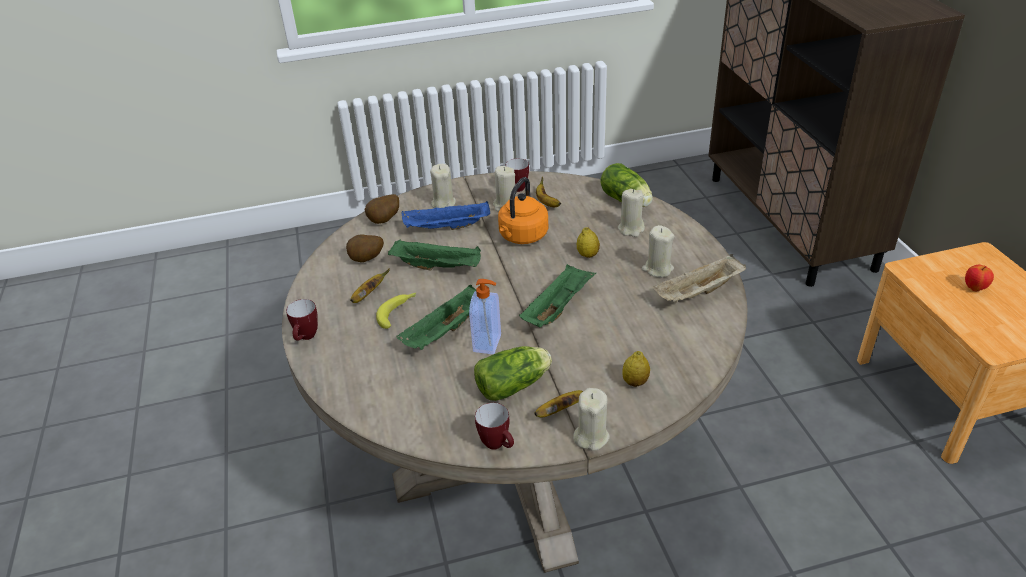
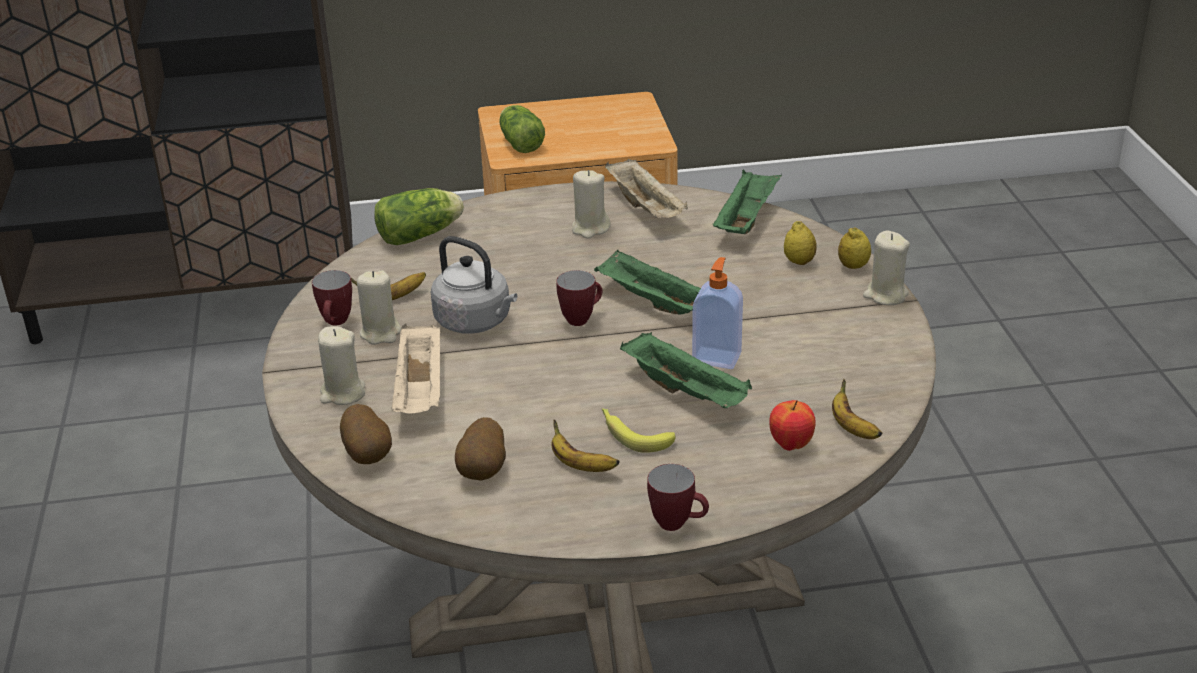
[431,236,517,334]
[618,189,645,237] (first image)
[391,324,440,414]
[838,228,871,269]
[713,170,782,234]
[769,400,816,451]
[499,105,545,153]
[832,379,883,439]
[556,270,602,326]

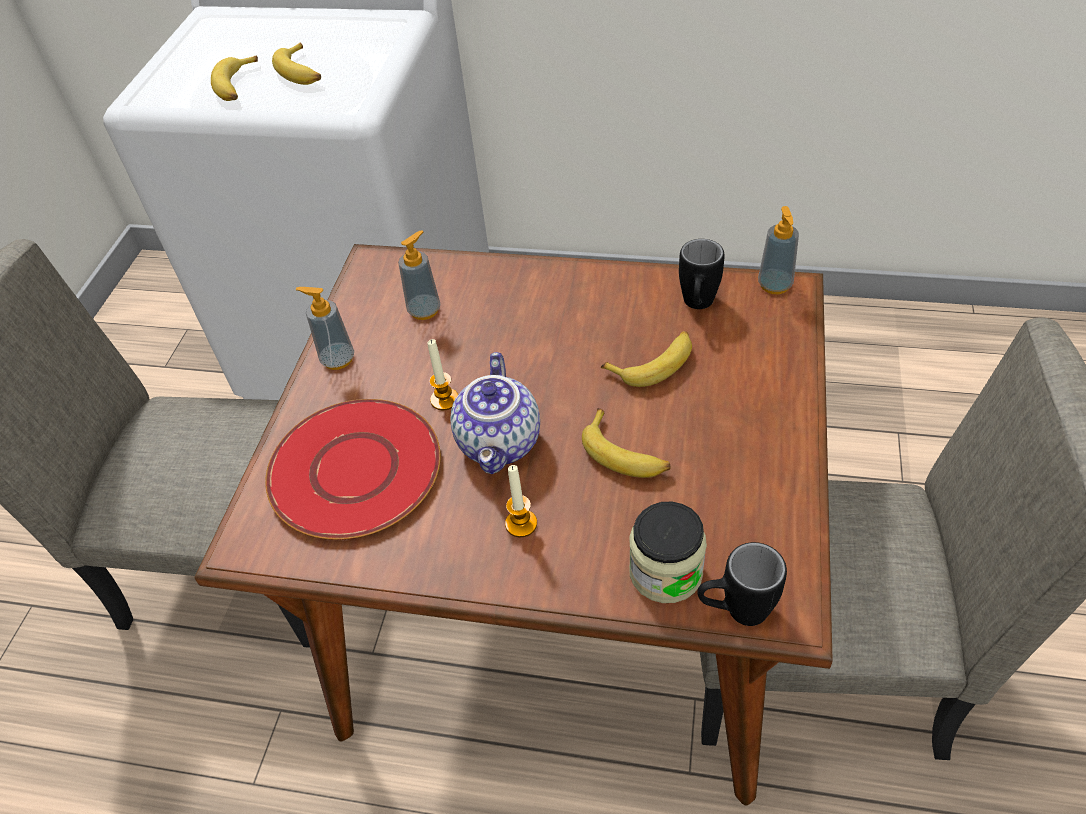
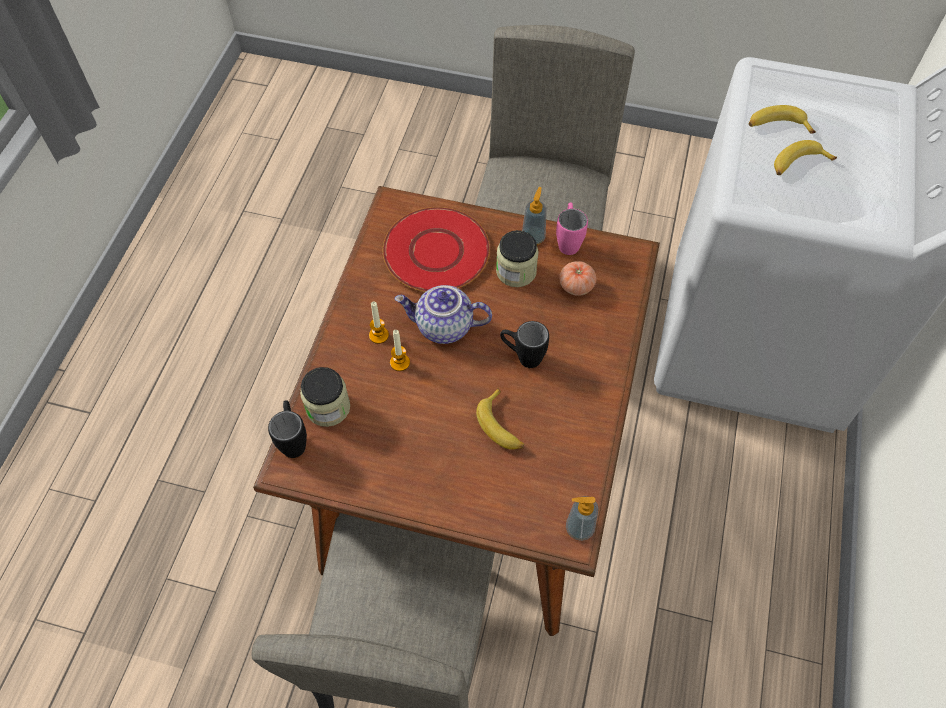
[559,261,596,296]
[500,321,549,368]
[390,330,410,371]
[582,408,671,478] (first image)
[556,202,588,255]
[496,230,539,287]

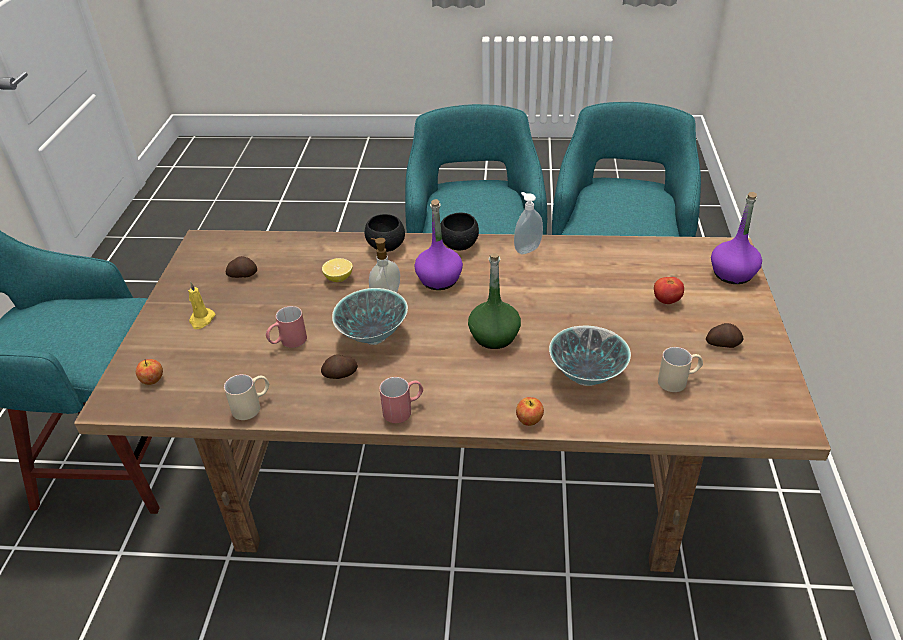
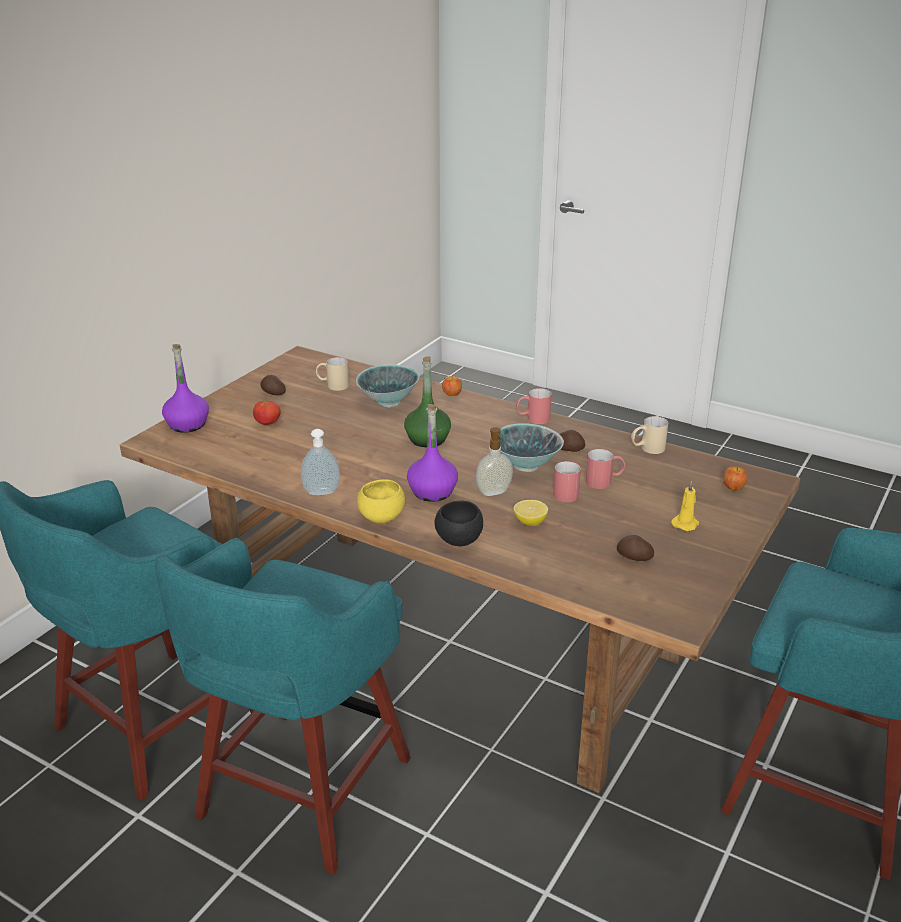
[357,479,405,523]
[553,461,581,502]

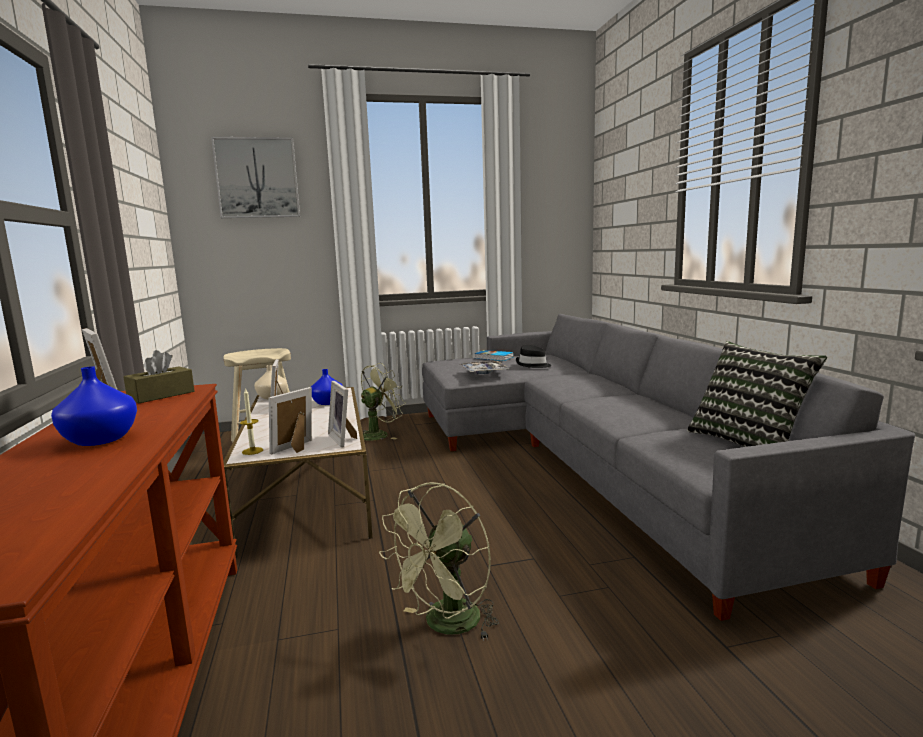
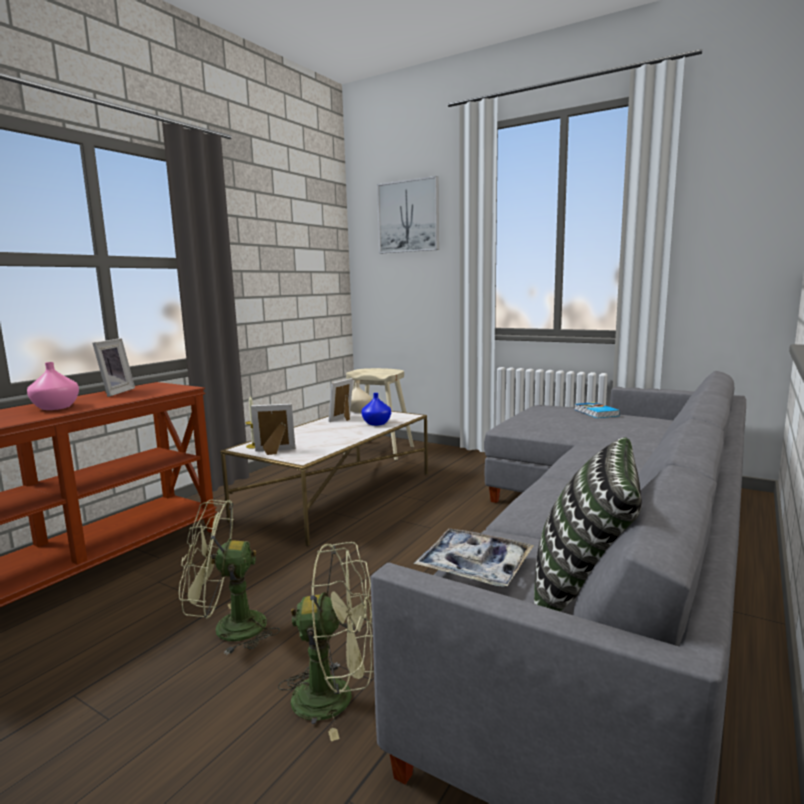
[516,345,551,368] (first image)
[124,350,195,403] (first image)
[414,529,534,587]
[278,542,374,741]
[27,362,79,410]
[328,381,357,447] (first image)

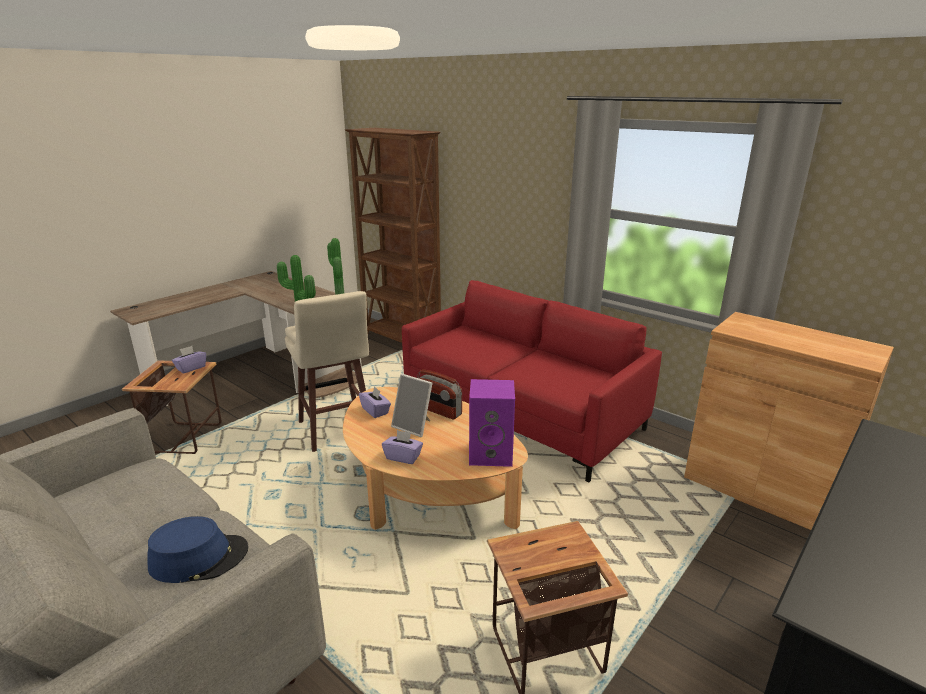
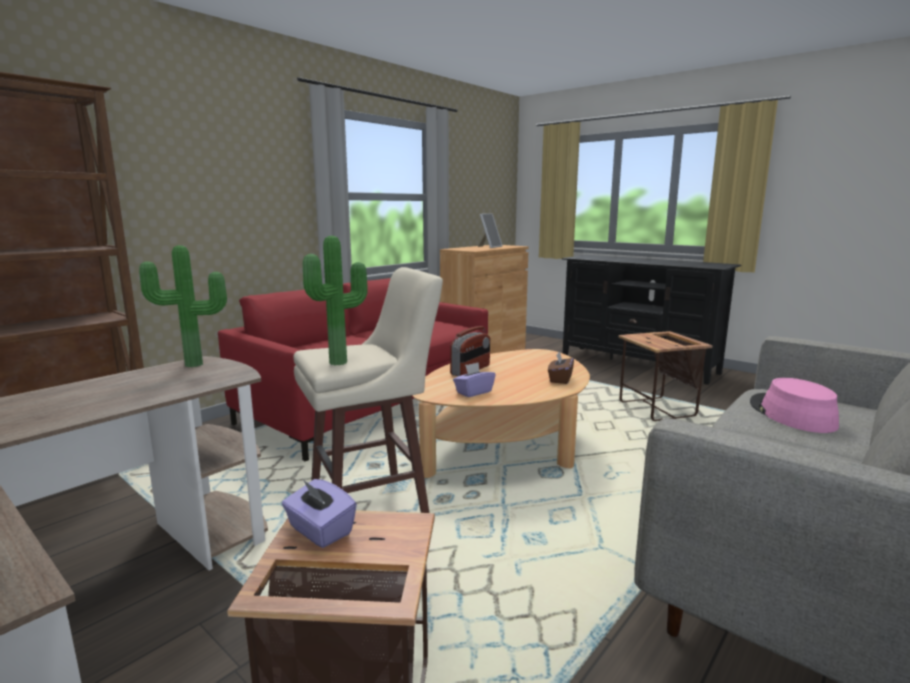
[478,213,503,248]
[469,379,515,467] (first image)
[548,351,574,384]
[750,378,839,433]

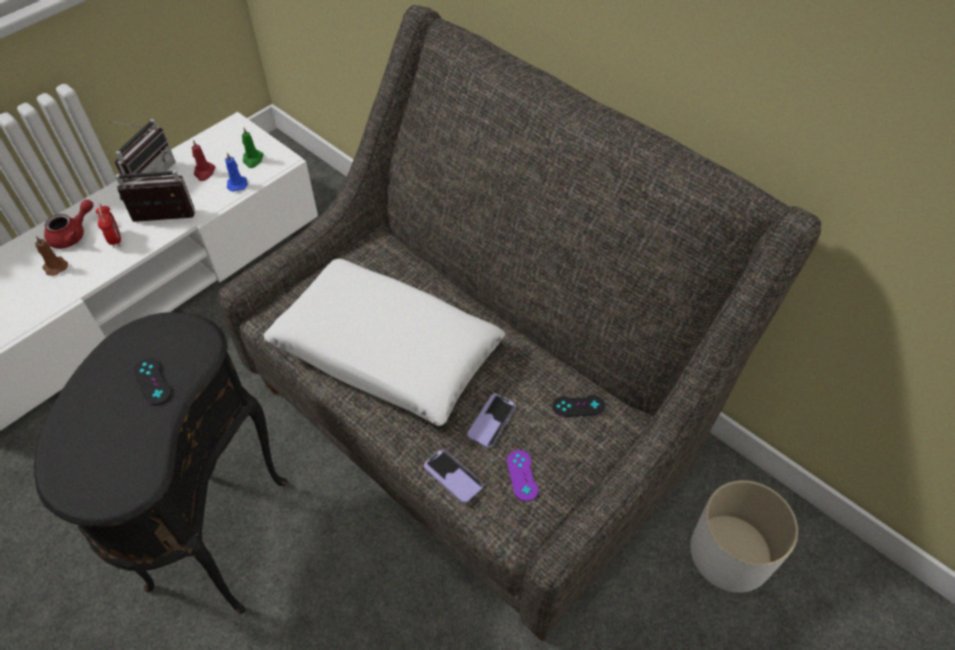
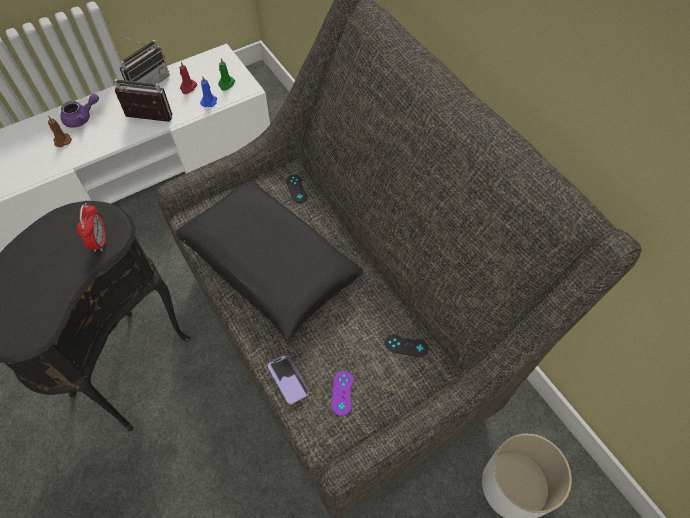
[60,94,99,128]
[77,203,106,252]
[176,181,363,338]
[286,174,308,203]
[467,393,516,448] (first image)

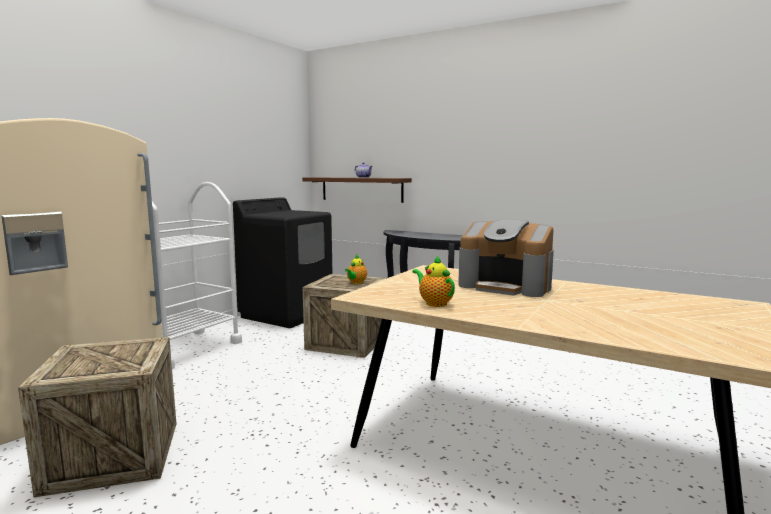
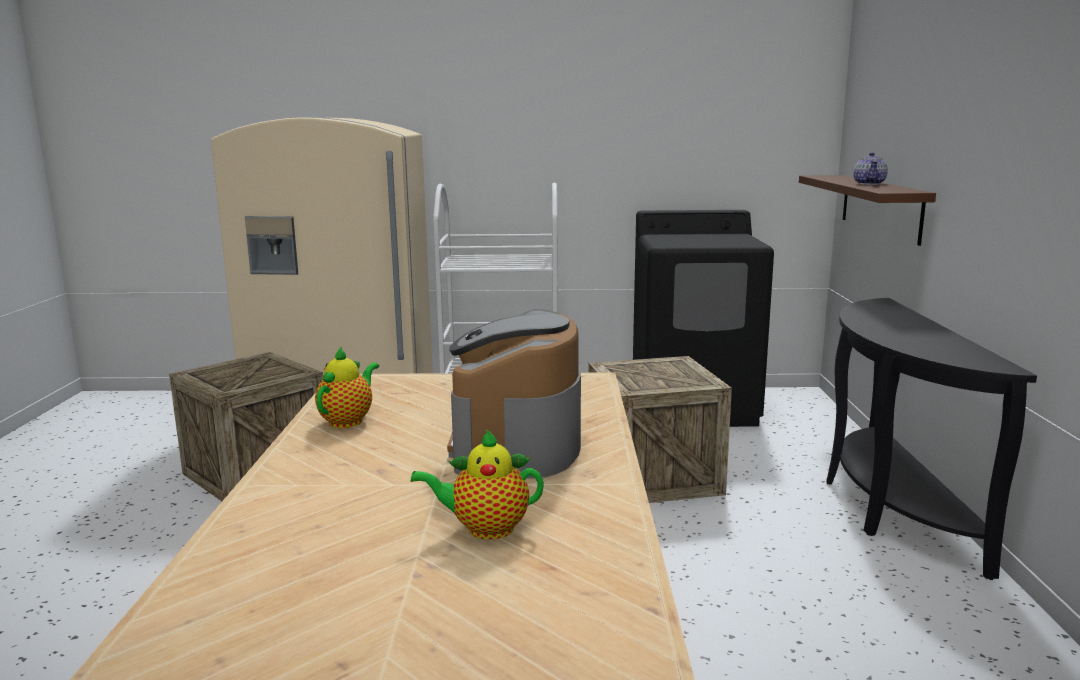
[410,430,544,540]

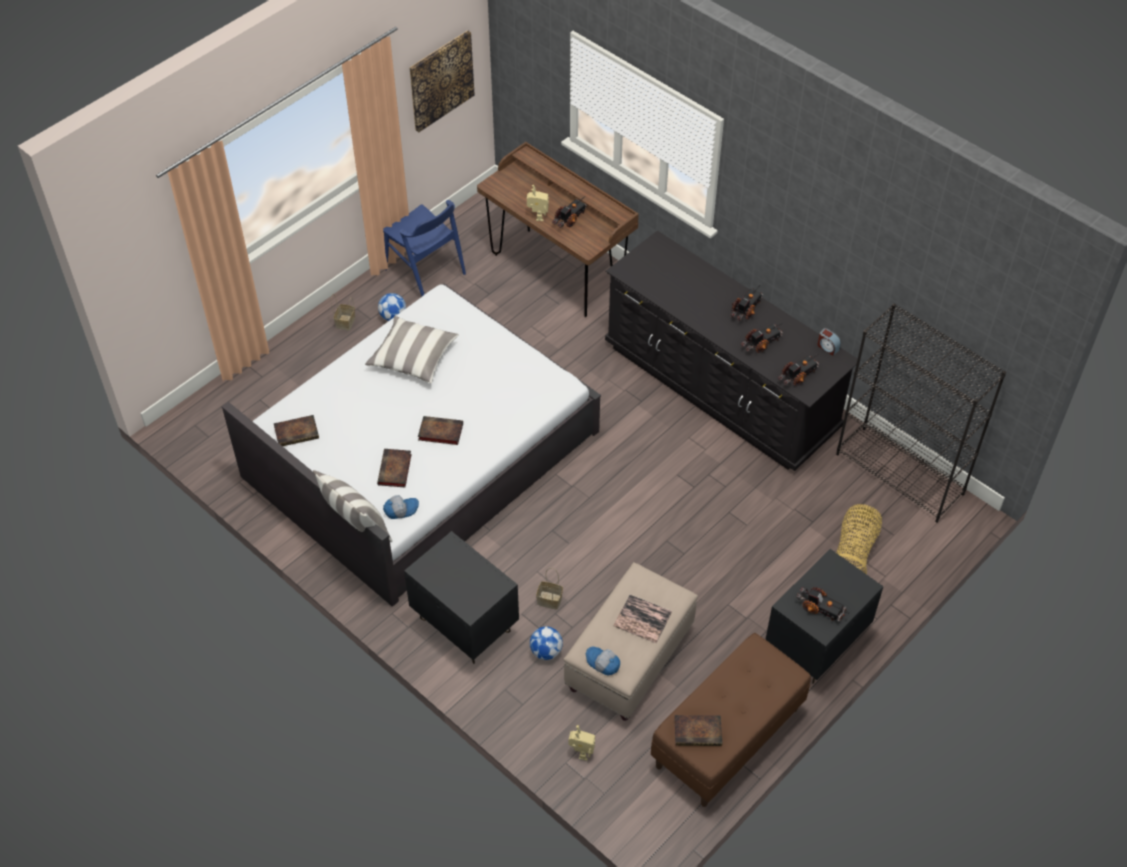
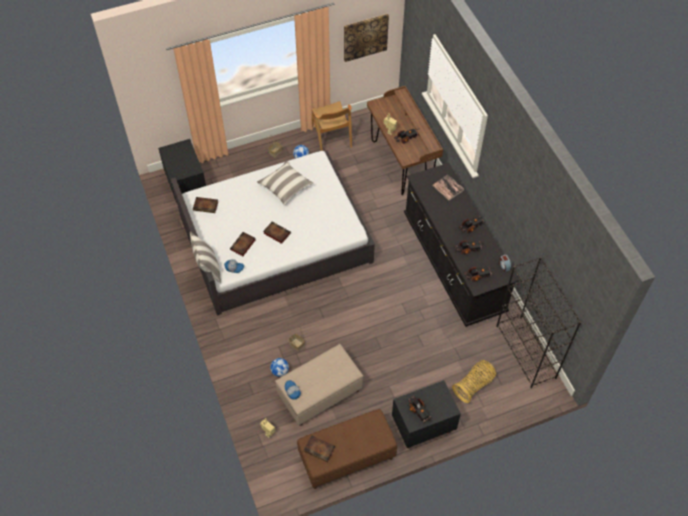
[311,101,352,151]
[158,139,206,202]
[432,175,464,200]

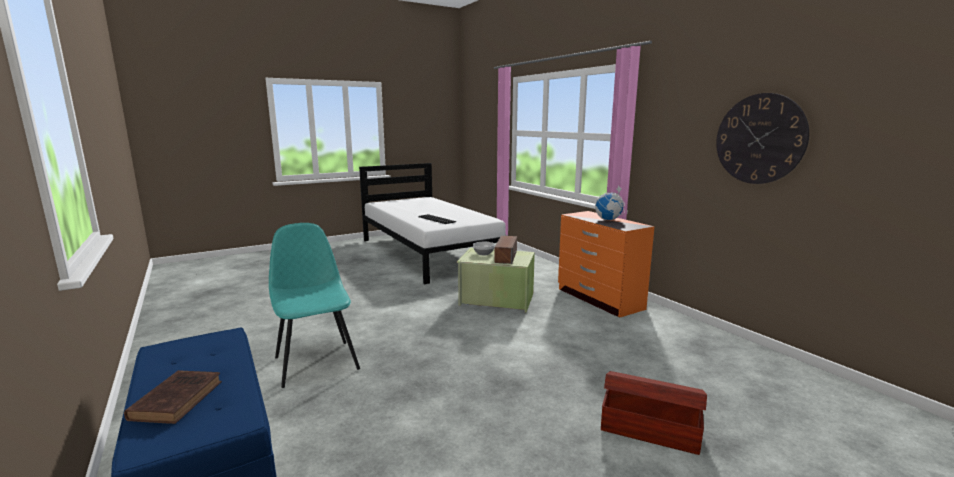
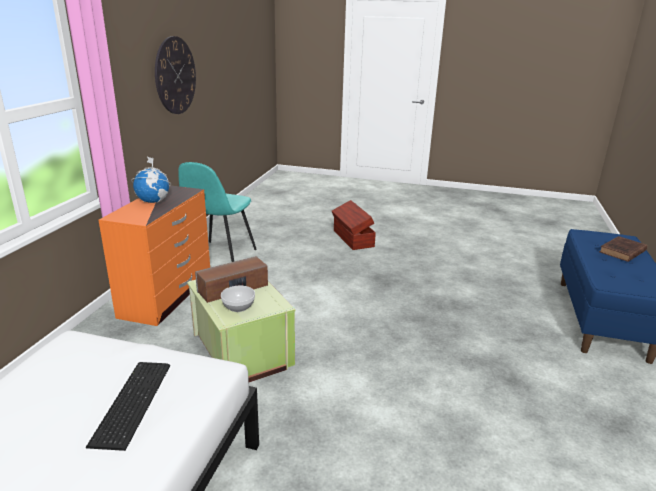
[178,162,257,262]

